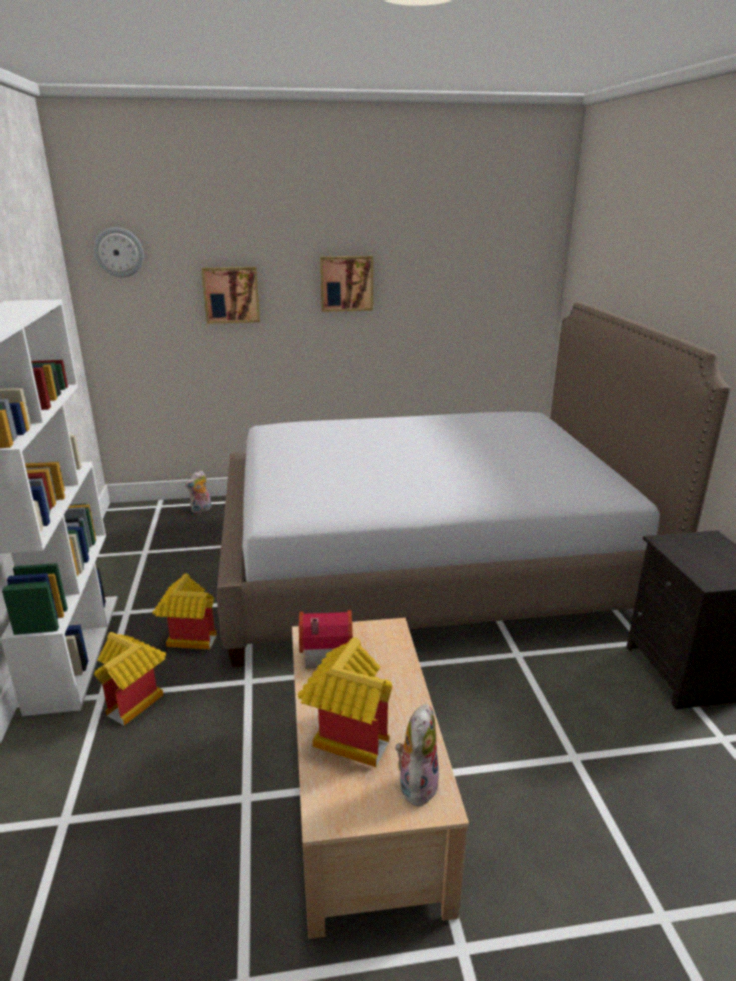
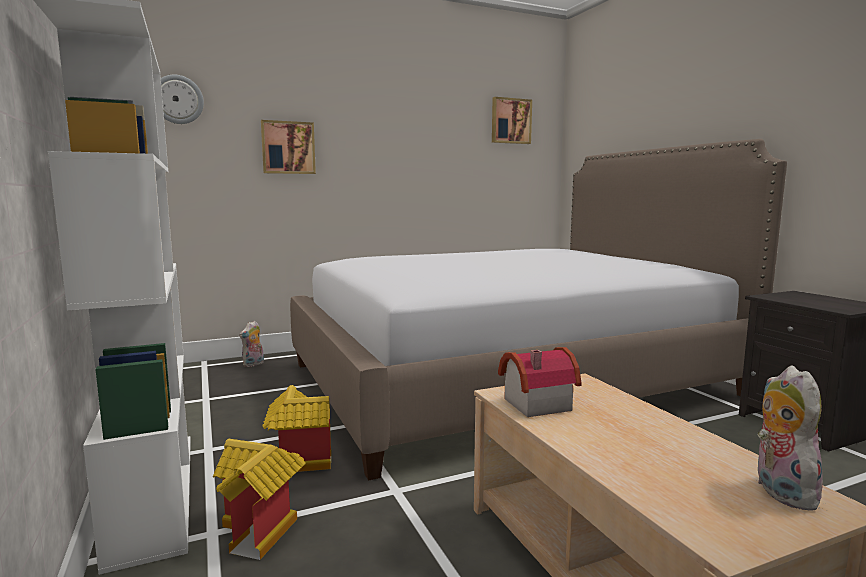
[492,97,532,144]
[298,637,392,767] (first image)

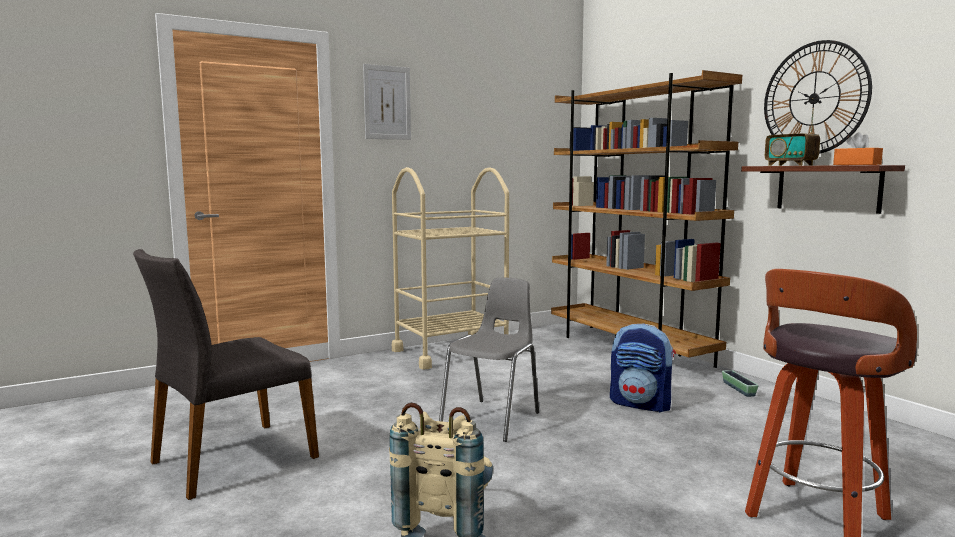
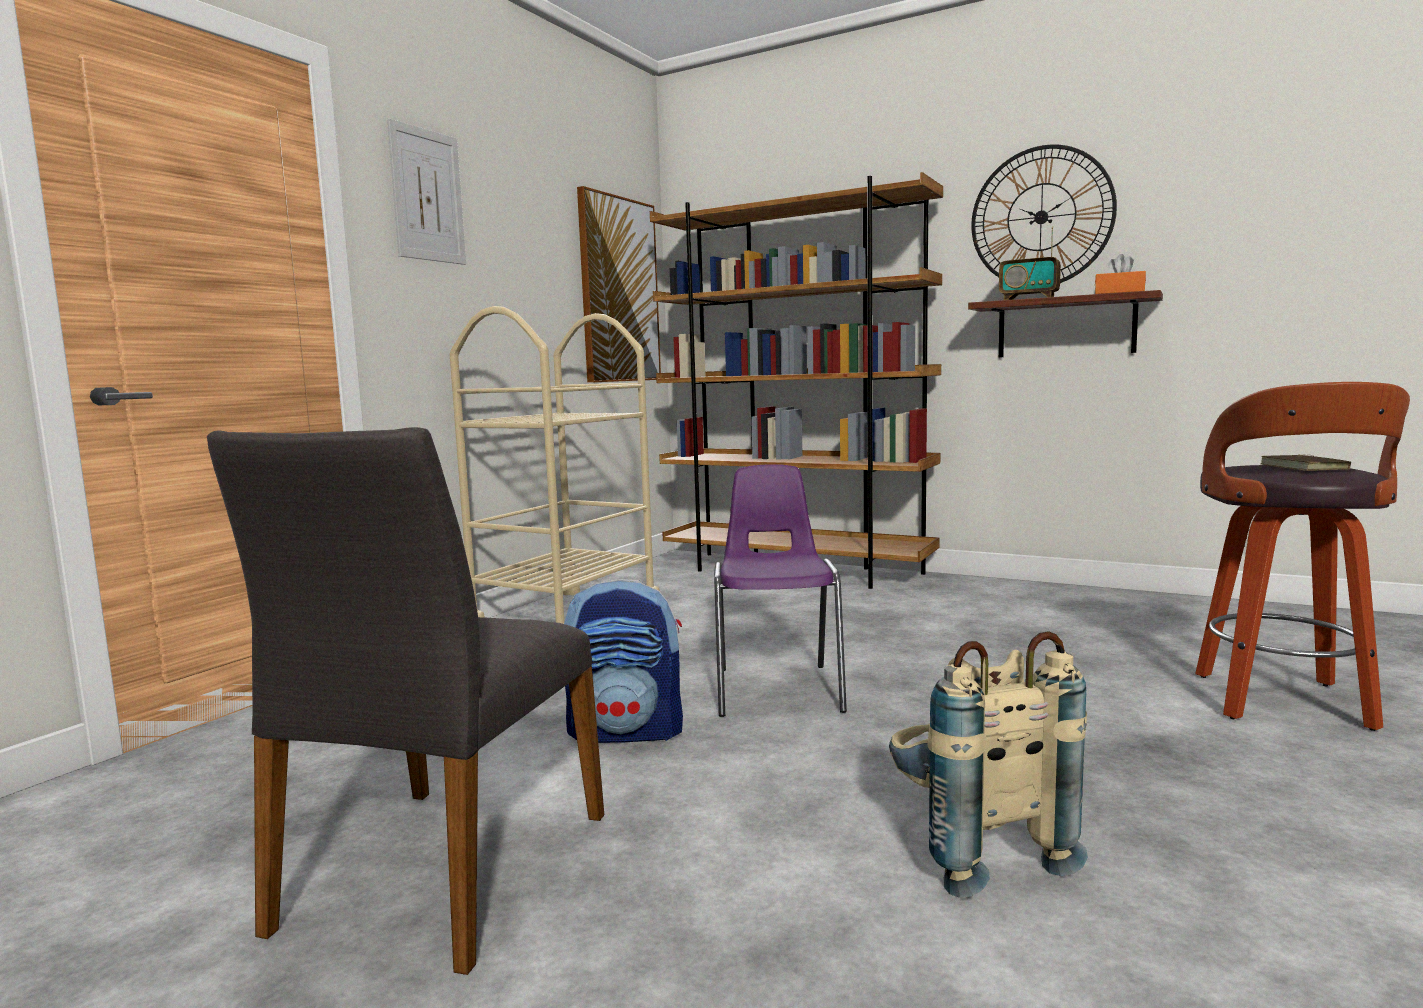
[714,464,847,717]
[564,579,683,743]
[722,370,759,397] (first image)
[577,186,661,383]
[1260,454,1351,471]

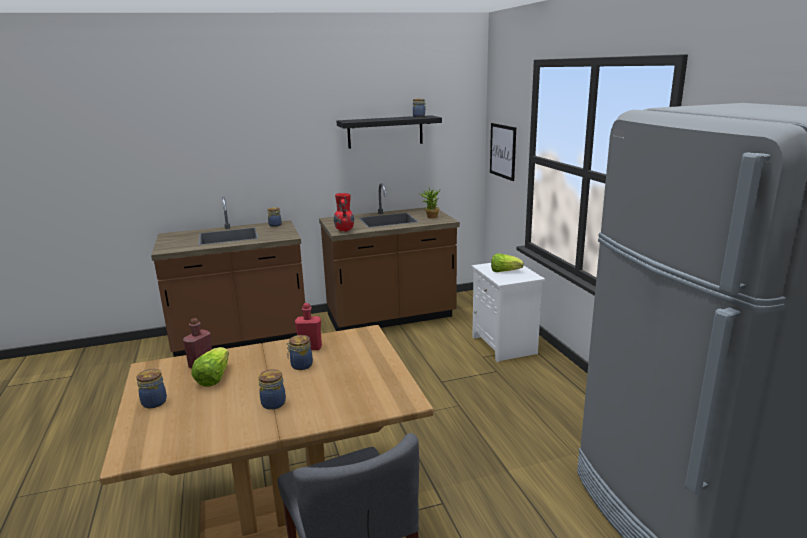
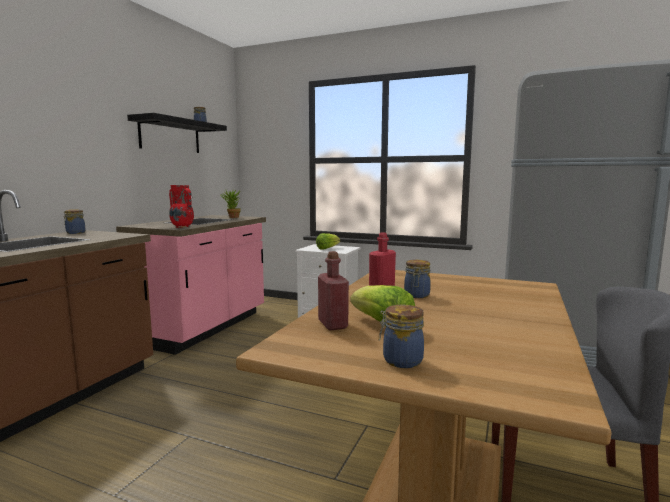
[490,123,516,181] (first image)
[116,193,266,355]
[258,369,286,410] (first image)

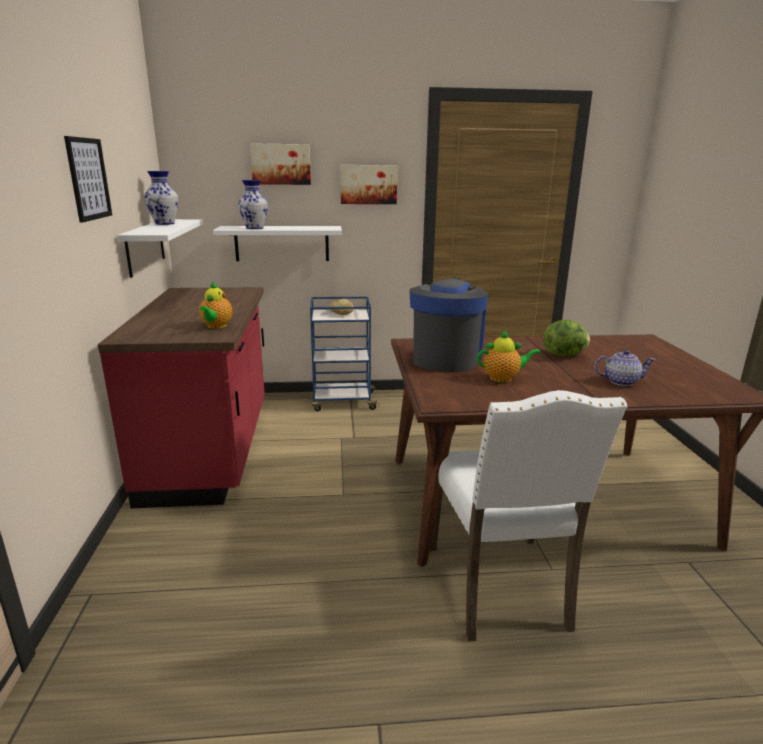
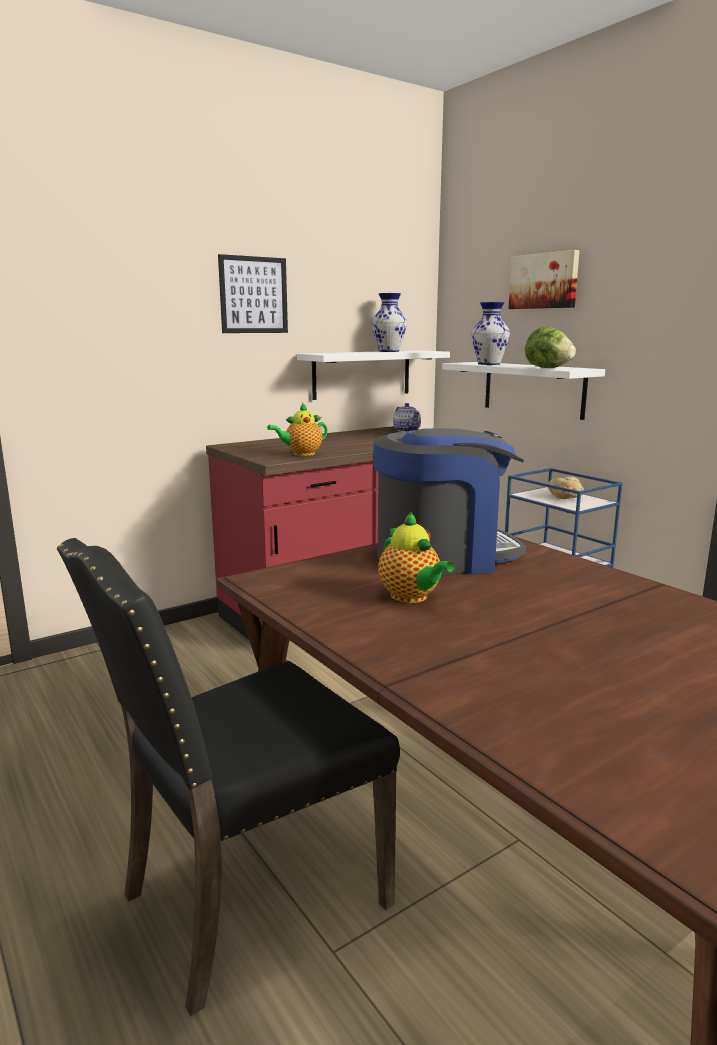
[340,165,397,204] (first image)
[525,326,576,368]
[393,403,421,432]
[57,538,400,1016]

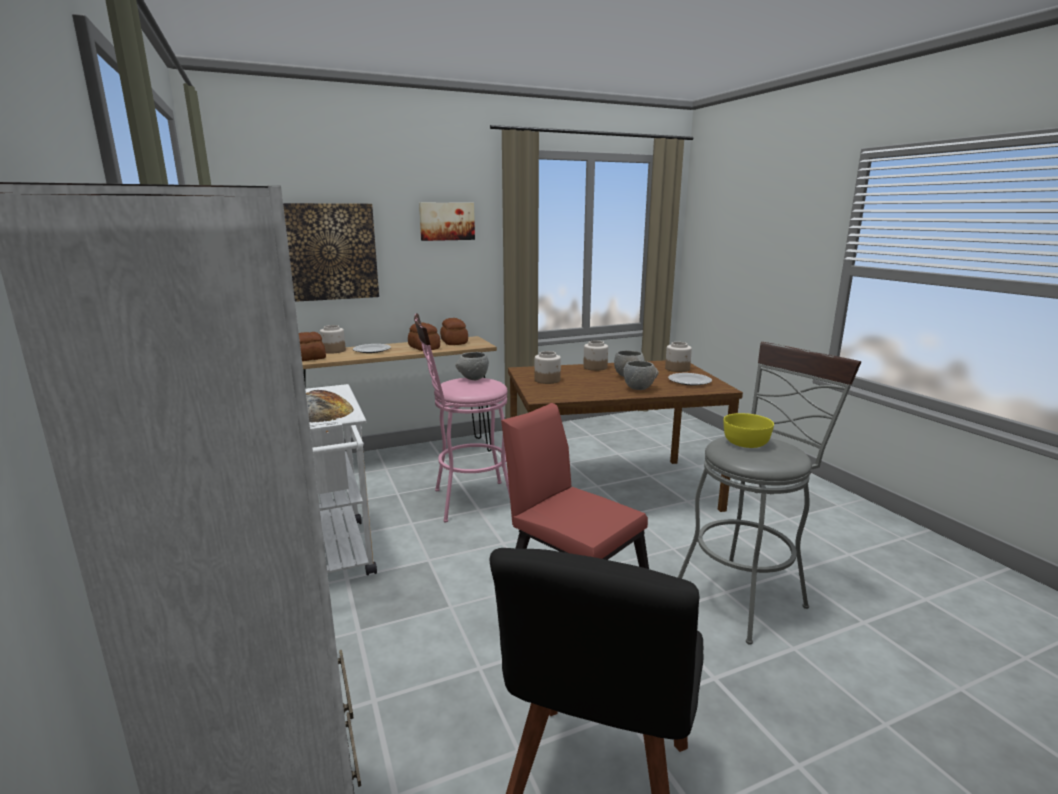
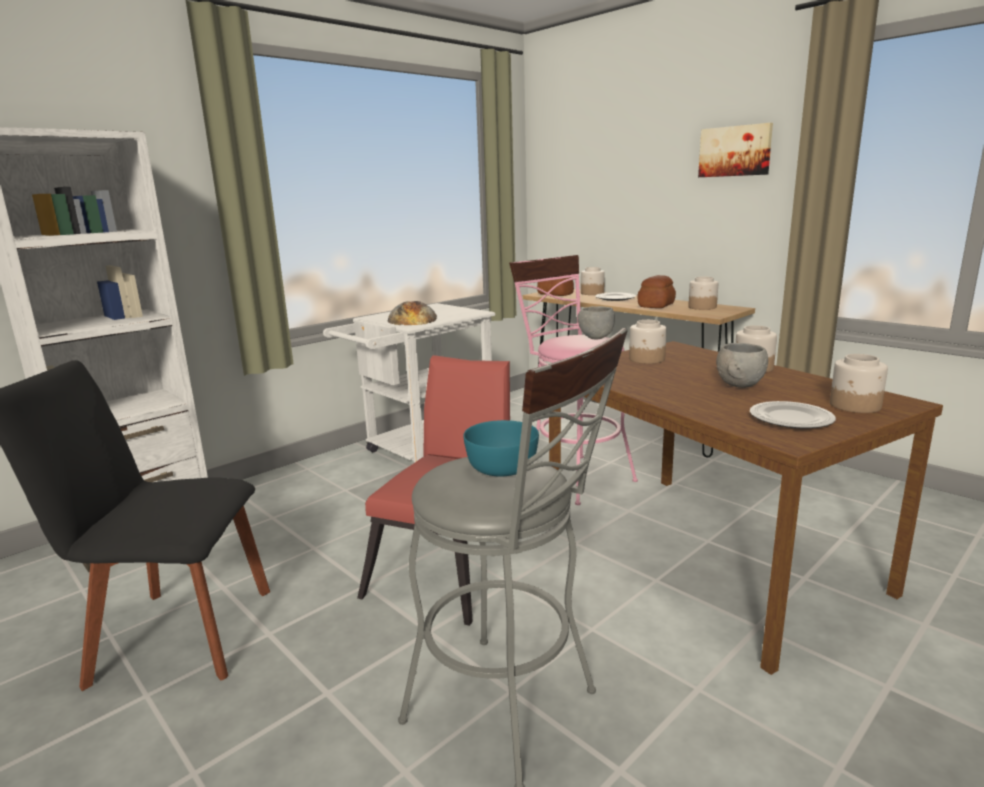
[283,203,379,302] (first image)
[688,277,718,310]
[623,361,658,390] (first image)
[463,420,539,477]

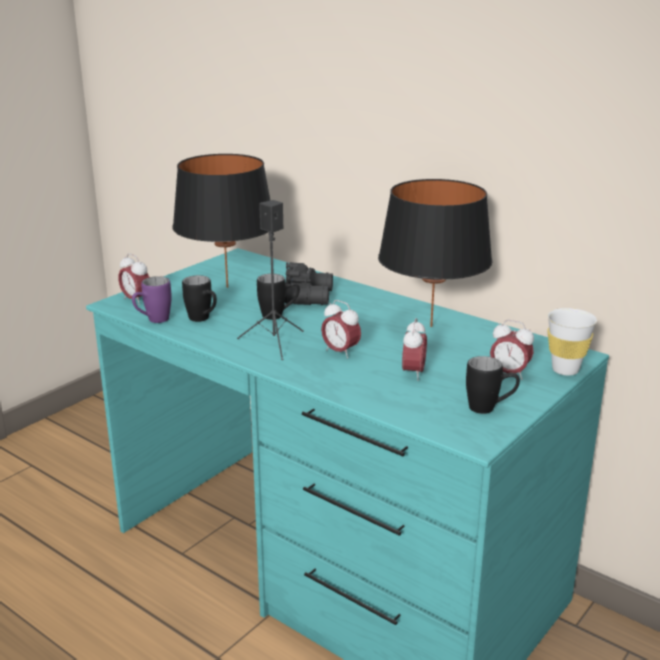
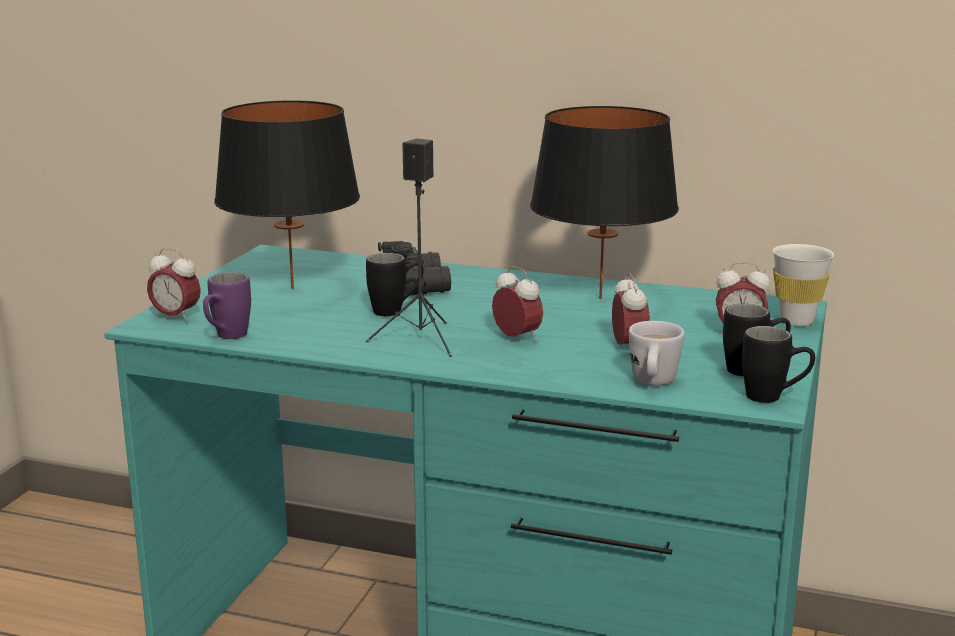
[742,326,815,403]
[492,266,543,342]
[628,321,685,385]

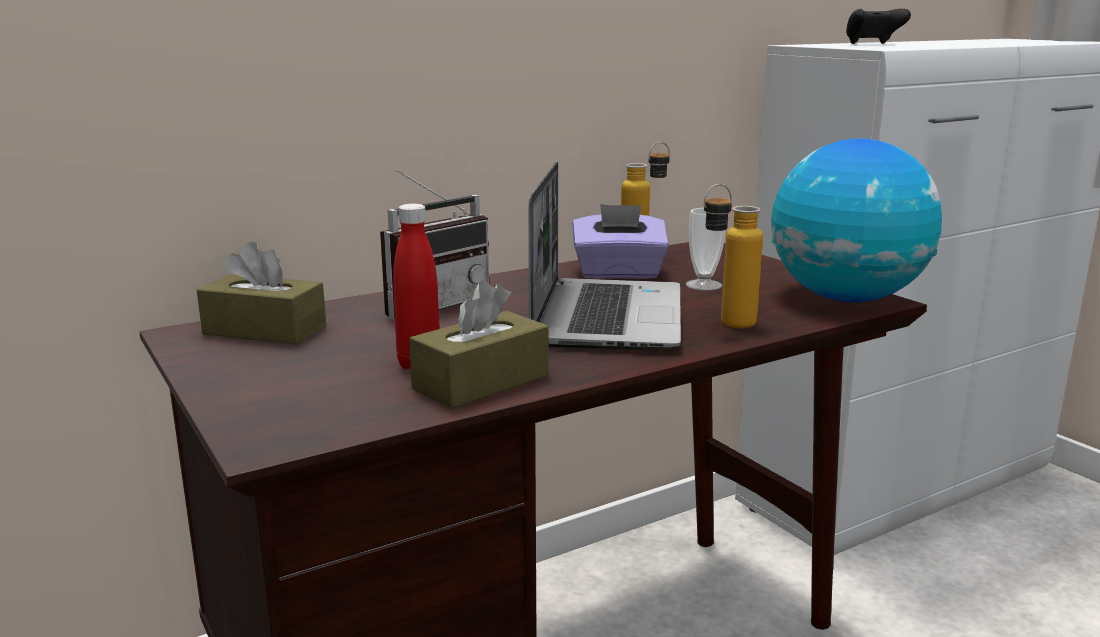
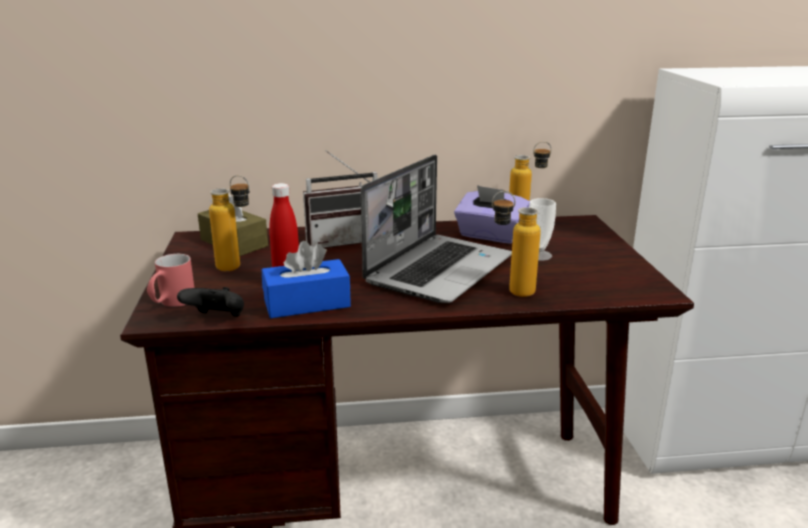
[177,287,244,317]
[771,138,942,302] (first image)
[262,241,351,318]
[209,175,250,271]
[147,254,195,307]

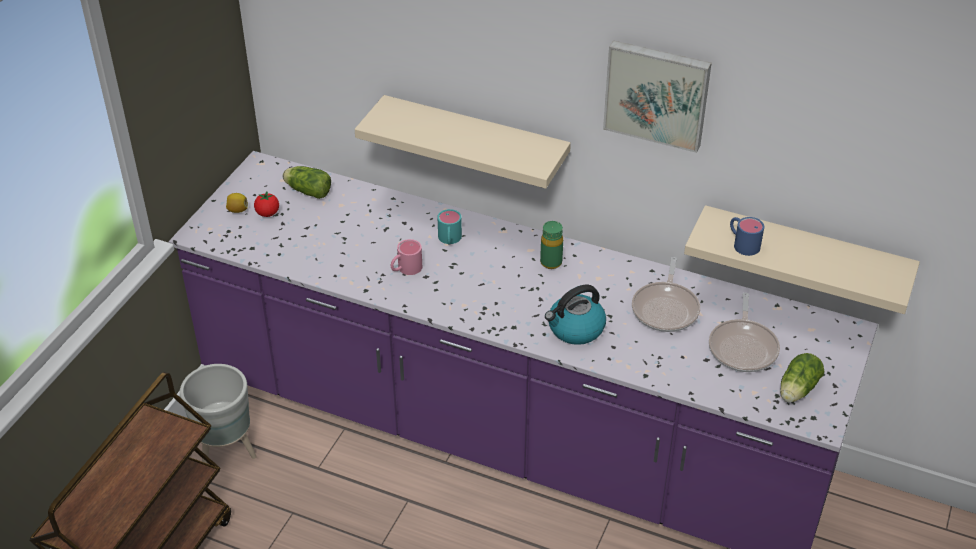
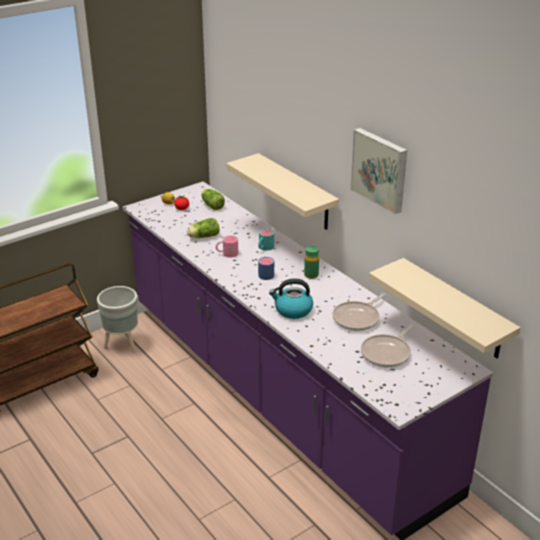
[258,257,274,280]
[187,218,219,238]

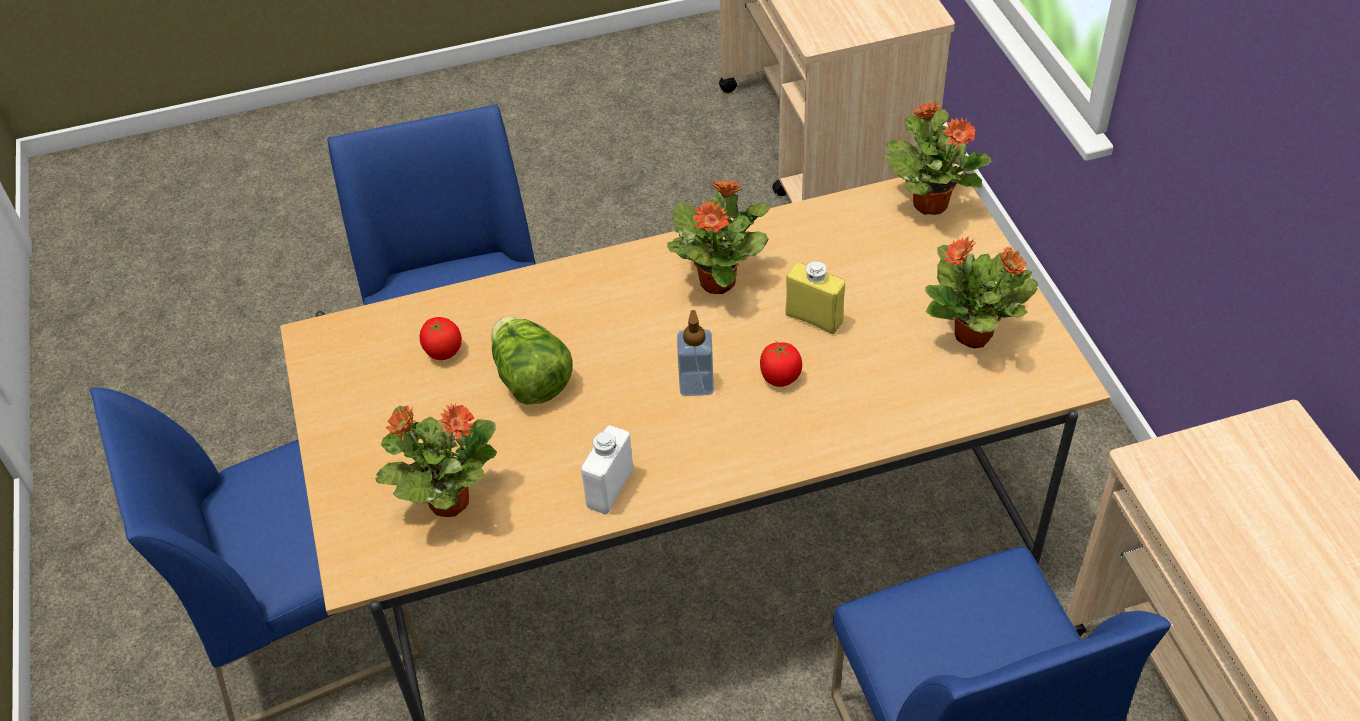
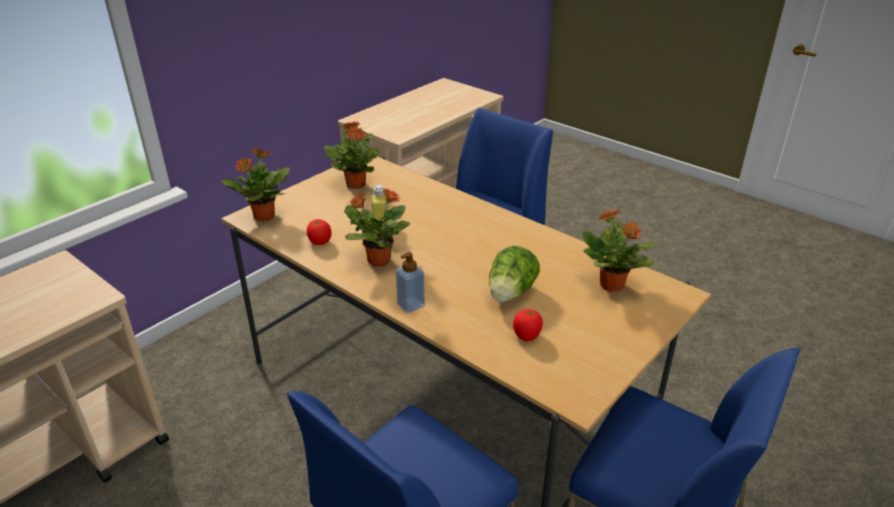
[396,252,425,313]
[307,219,332,245]
[581,425,634,514] (first image)

